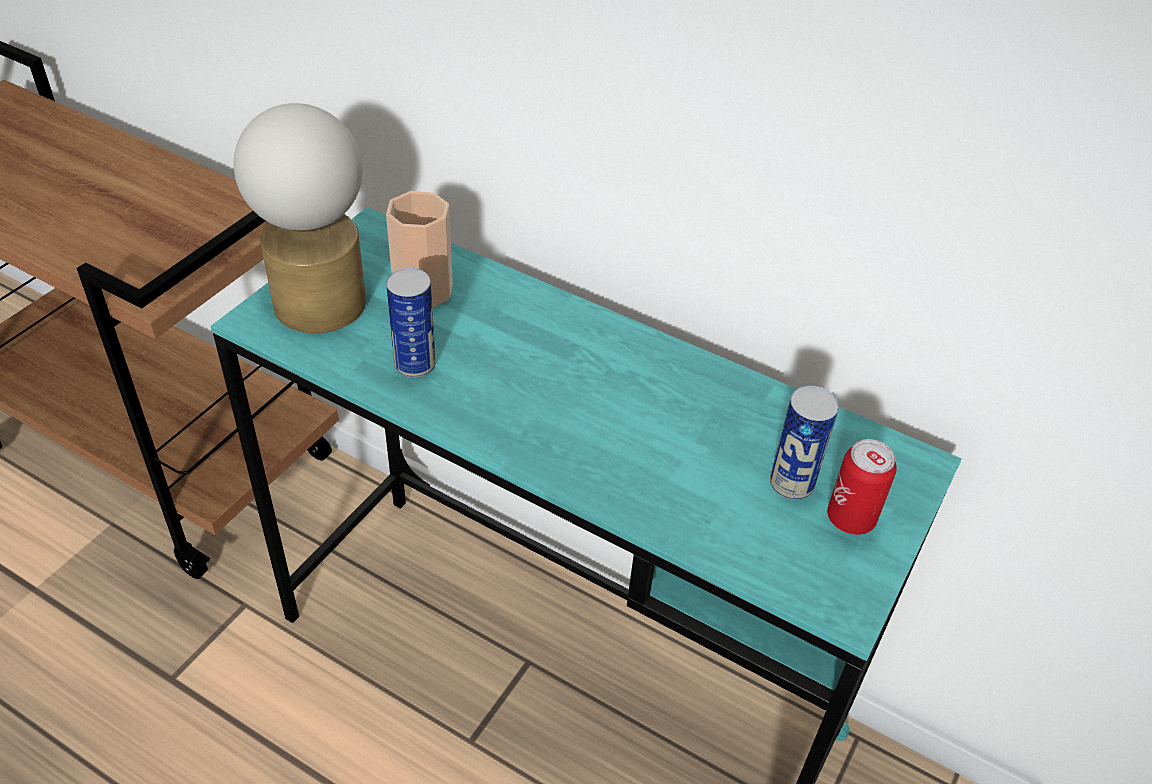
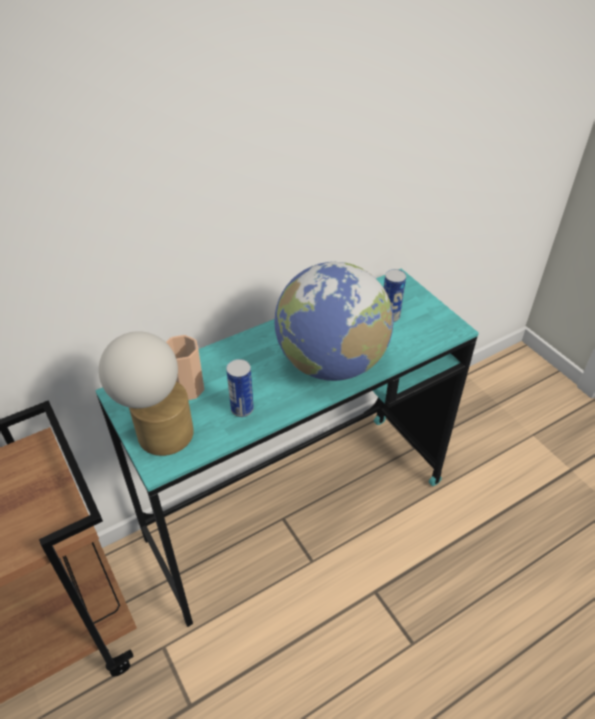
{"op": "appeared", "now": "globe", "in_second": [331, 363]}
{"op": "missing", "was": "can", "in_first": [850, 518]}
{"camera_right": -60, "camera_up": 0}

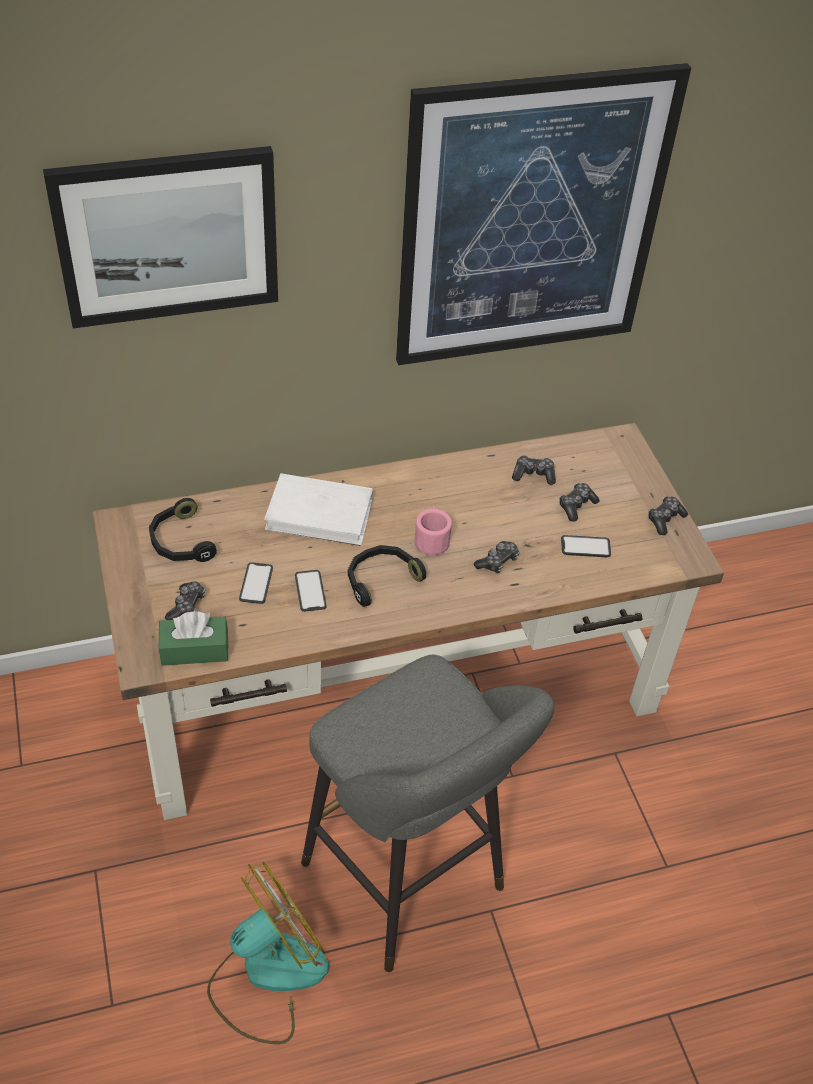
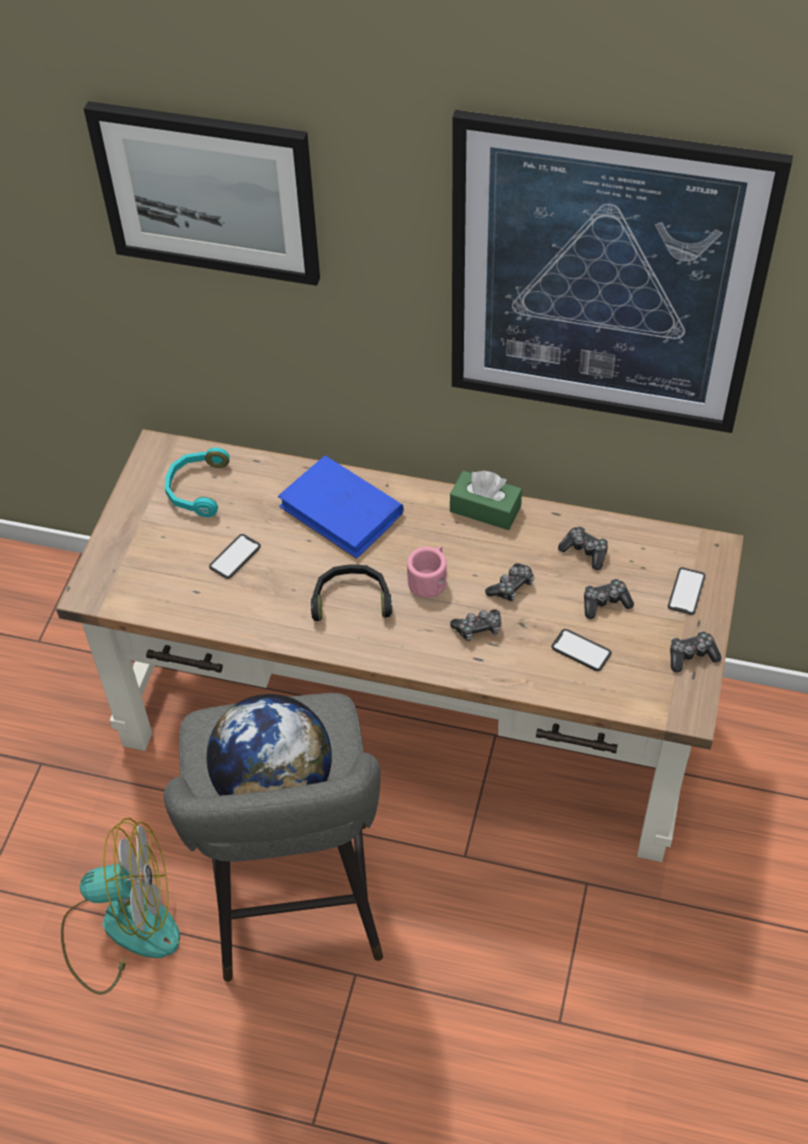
{"op": "colour", "was": "black_headphones", "now": "turquoise_headphones", "in_first": [180, 542], "in_second": [196, 489]}
{"op": "appeared", "now": "globe", "in_second": [275, 787]}
{"op": "colour", "was": "white_book", "now": "blue_book", "in_first": [320, 513], "in_second": [341, 510]}
{"op": "relocated", "was": "green_tissue_box", "in_first": [194, 649], "in_second": [485, 509]}
{"op": "relocated", "was": "game_controller", "in_first": [187, 606], "in_second": [511, 587]}
{"op": "relocated", "was": "phone", "in_first": [310, 591], "in_second": [686, 591]}
{"camera_right": 35, "camera_up": 5}

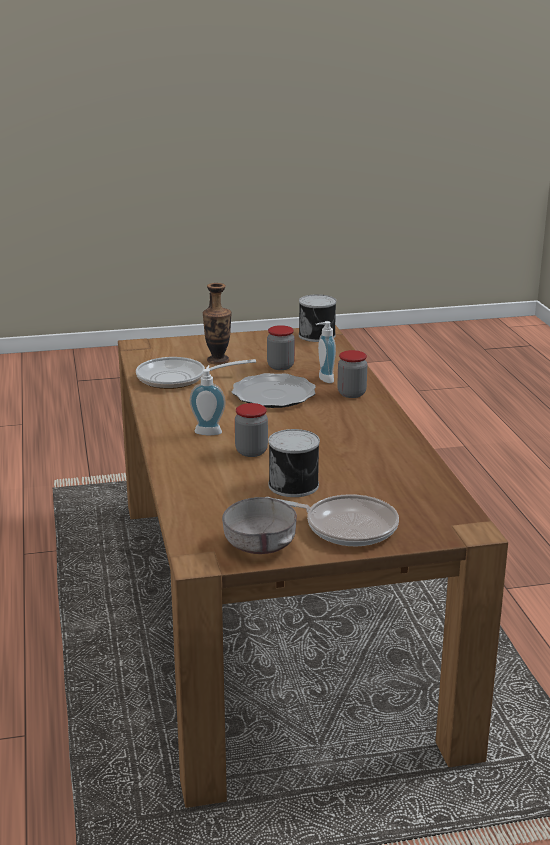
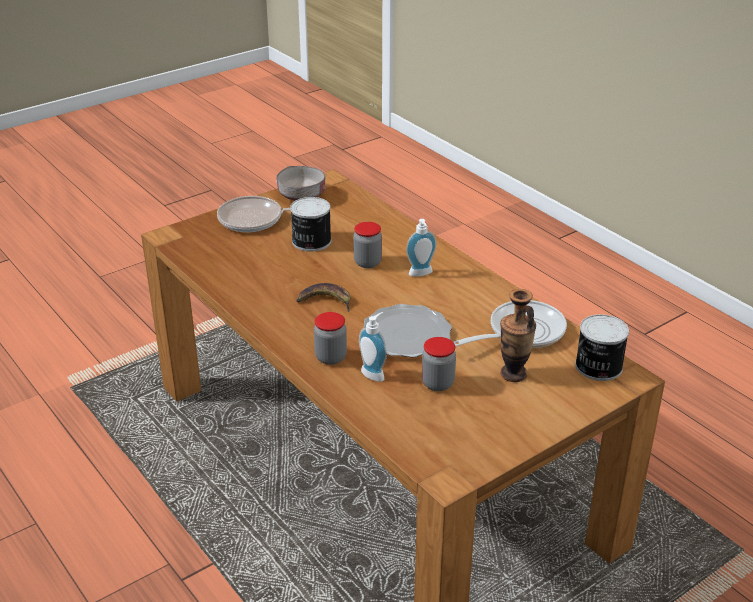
{"op": "appeared", "now": "banana", "in_second": [325, 301]}
{"op": "relocated", "was": "can", "in_first": [318, 335], "in_second": [598, 367]}
{"camera_right": 155, "camera_up": 10}

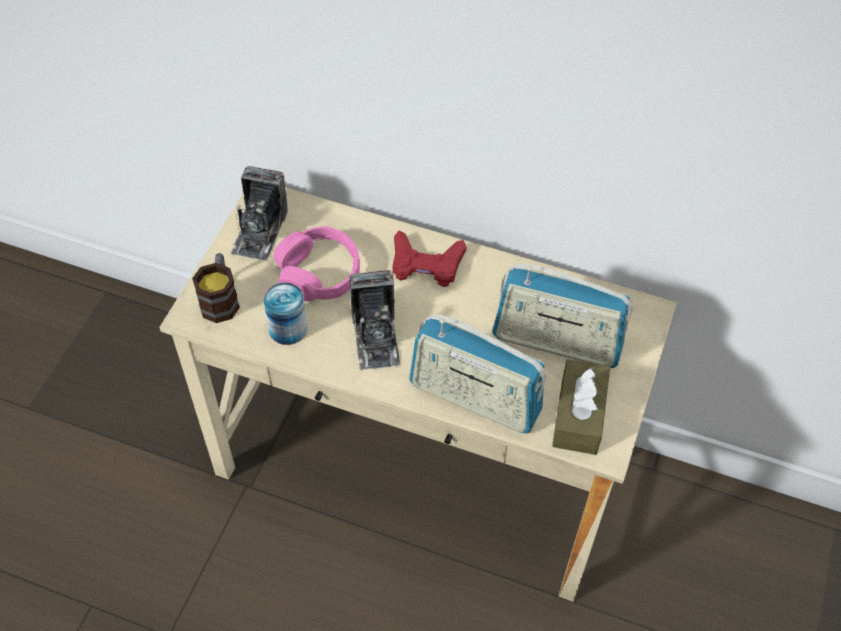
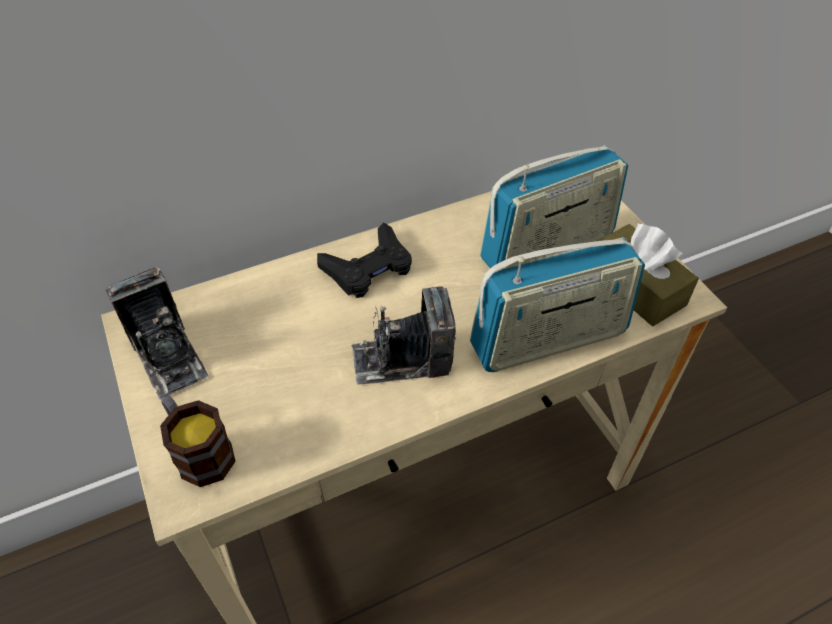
{"op": "colour", "was": "red_game_controller", "now": "black_game_controller", "in_first": [426, 264], "in_second": [368, 268]}
{"op": "spun", "was": "photo_camera", "in_first": [376, 337], "in_second": [402, 359], "clockwise": 135}
{"op": "missing", "was": "can", "in_first": [288, 328]}
{"op": "missing", "was": "pink_headphones", "in_first": [318, 273]}
{"camera_right": -45, "camera_up": -5}

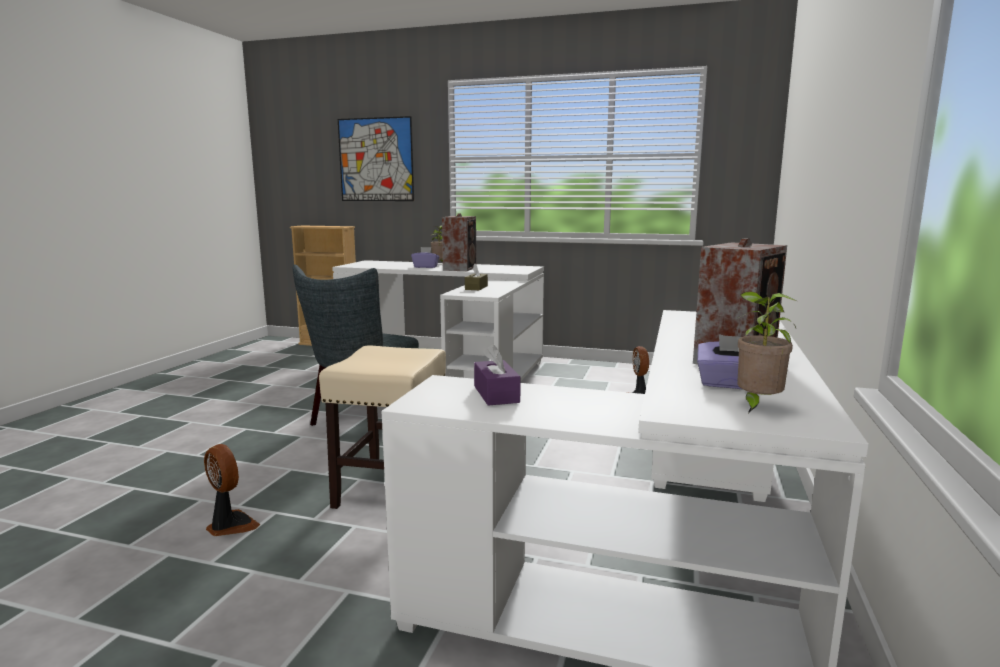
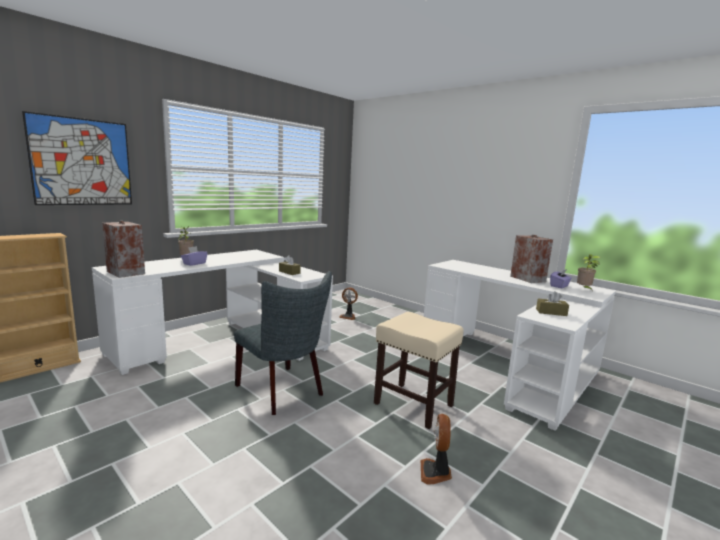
{"op": "relocated", "was": "speaker", "in_first": [460, 268], "in_second": [126, 272]}
{"op": "spun", "was": "fan", "in_first": [230, 526], "in_second": [436, 472], "clockwise": -60}
{"op": "colour", "was": "purple_tissue_box", "now": "brown_tissue_box", "in_first": [496, 394], "in_second": [551, 312]}
{"camera_right": -65, "camera_up": 0}

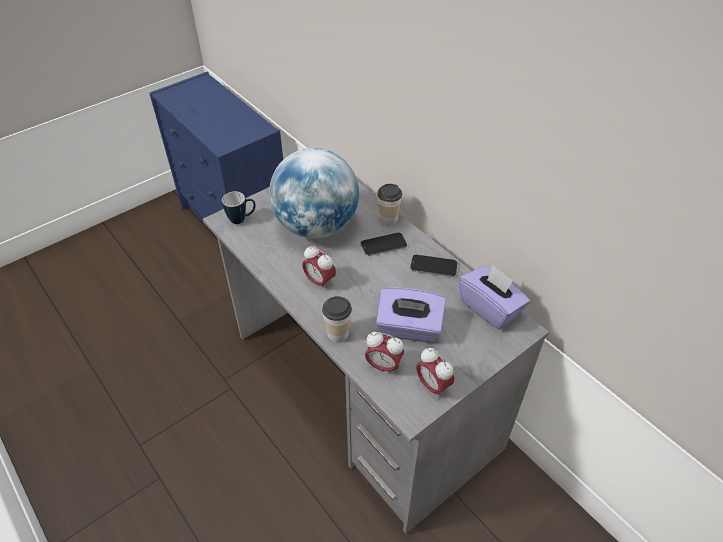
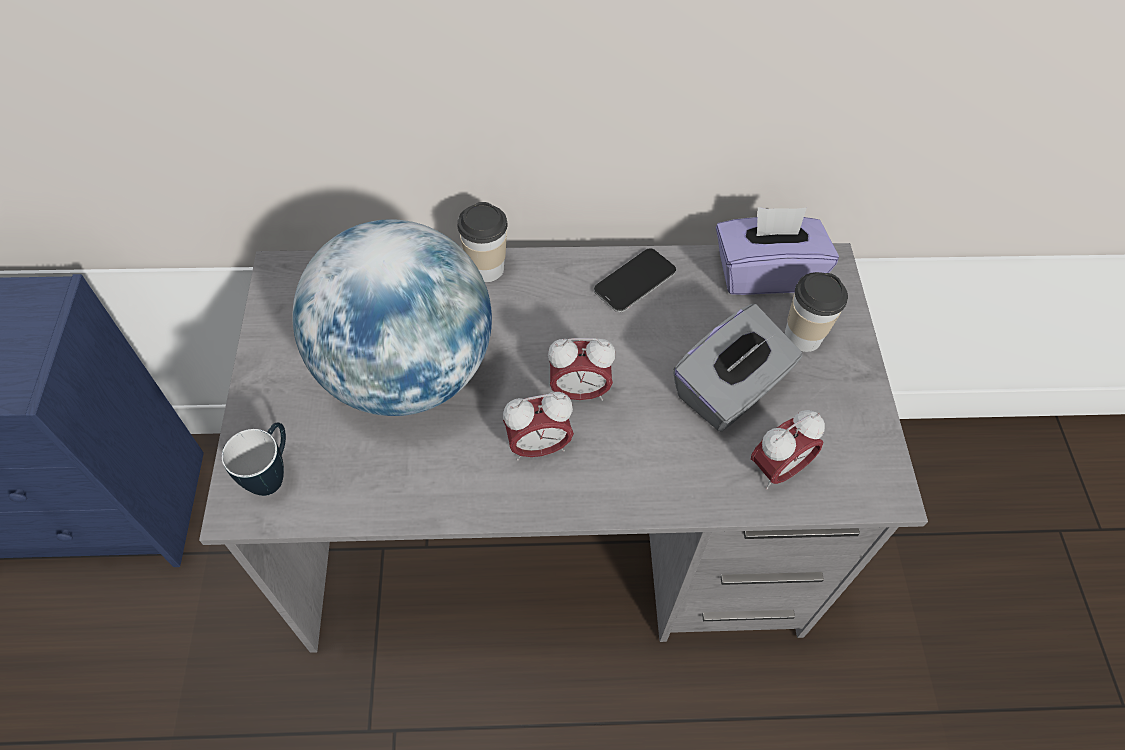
{"op": "relocated", "was": "alarm_clock", "in_first": [432, 386], "in_second": [579, 391]}
{"op": "colour", "was": "purple_tissue_box", "now": "grey_tissue_box", "in_first": [409, 328], "in_second": [730, 390]}
{"op": "relocated", "was": "cup", "in_first": [338, 334], "in_second": [802, 336]}
{"op": "missing", "was": "phone", "in_first": [383, 245]}
{"camera_right": -55, "camera_up": 10}

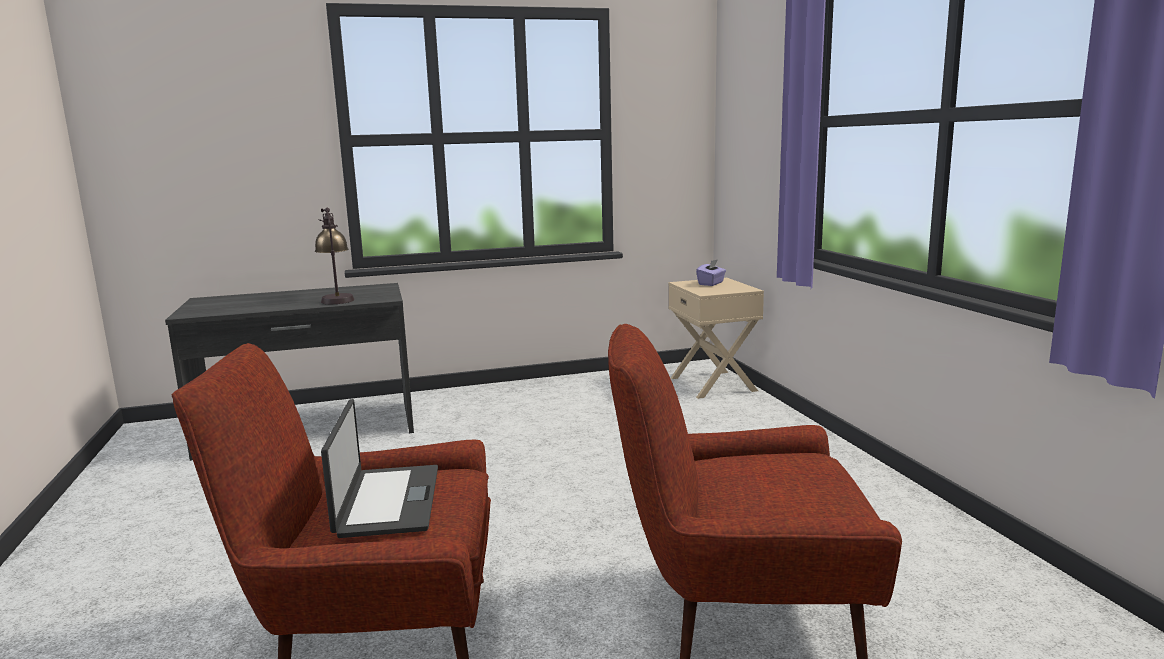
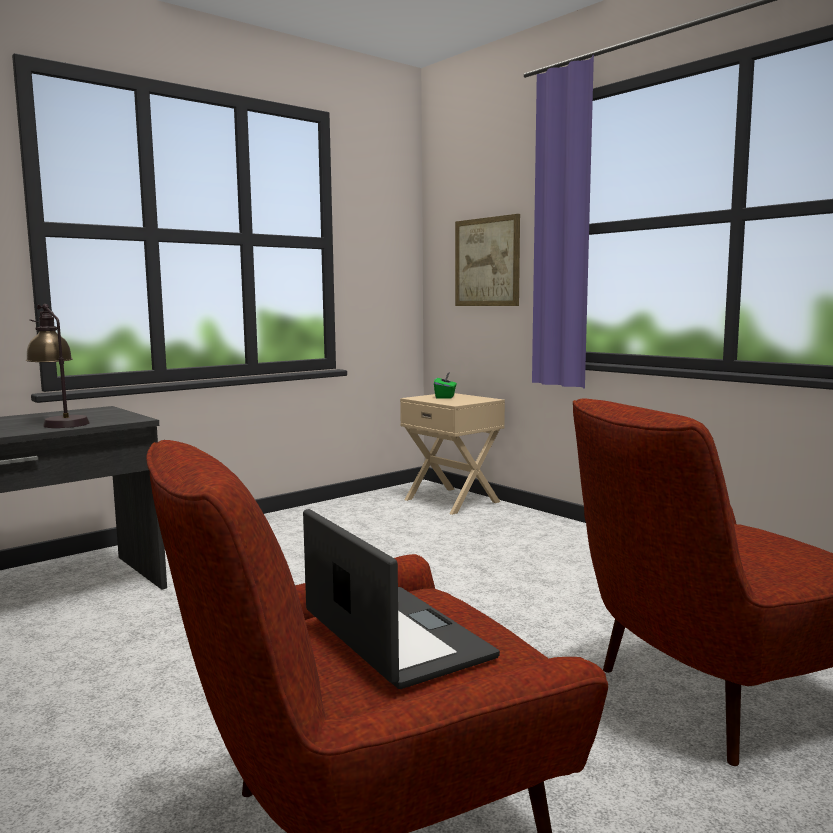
{"op": "colour", "was": "purple_tissue_box", "now": "green_tissue_box", "in_first": [711, 283], "in_second": [445, 397]}
{"op": "appeared", "now": "picture", "in_second": [487, 262]}
{"camera_right": -25, "camera_up": -5}

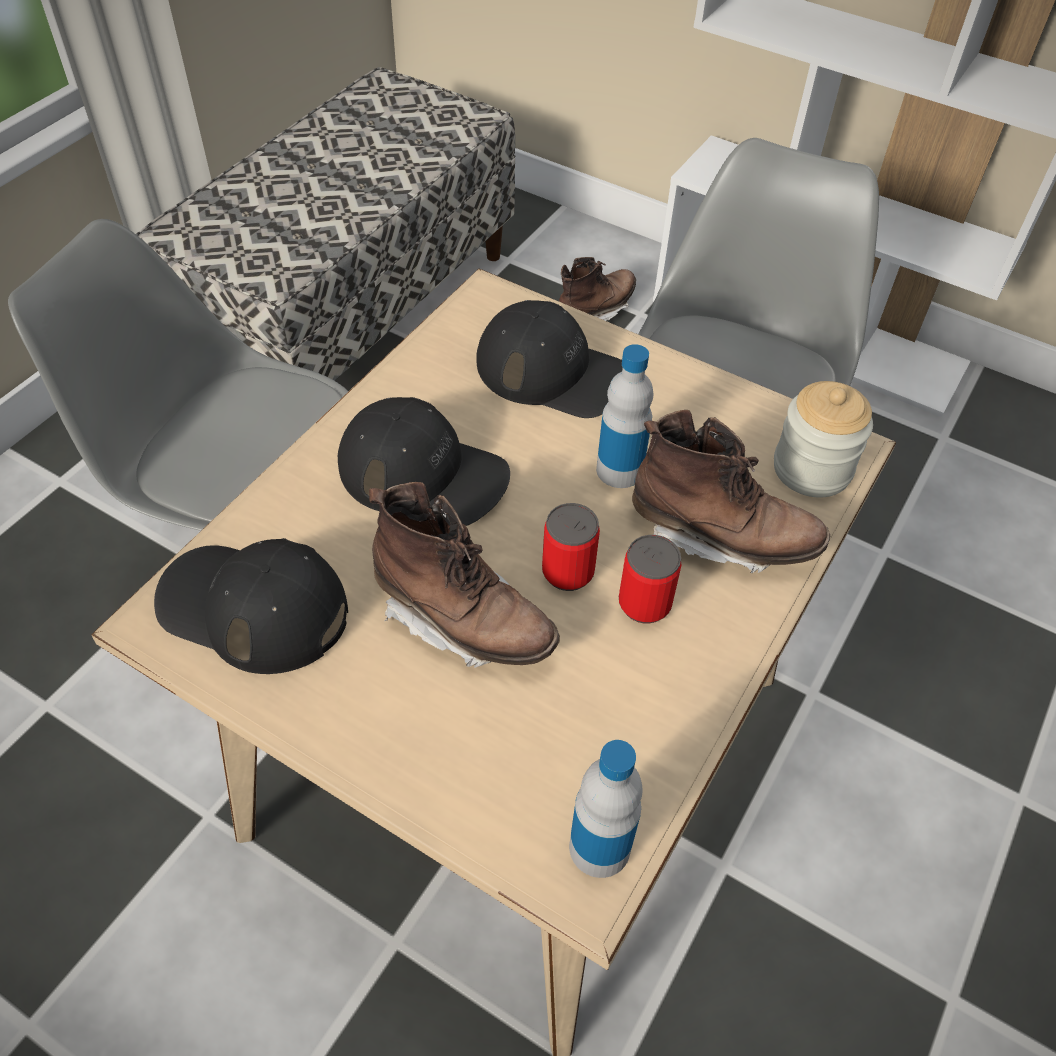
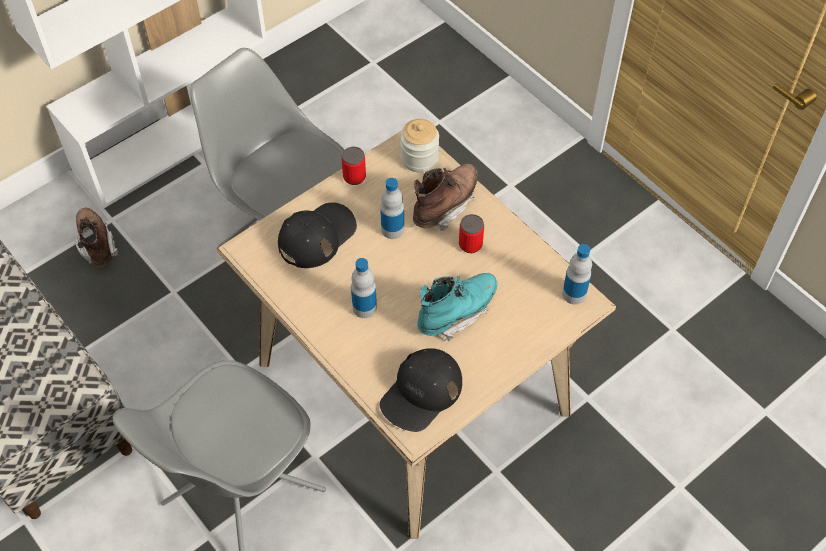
{"op": "relocated", "was": "can", "in_first": [568, 572], "in_second": [354, 177]}
{"op": "exchanged", "was": "black_cap", "now": "bottle", "in_first": [424, 473], "in_second": [364, 308]}
{"op": "colour", "was": "brown_boot", "now": "turquoise_boot", "in_first": [462, 620], "in_second": [456, 312]}
{"camera_right": -70, "camera_up": 5}

